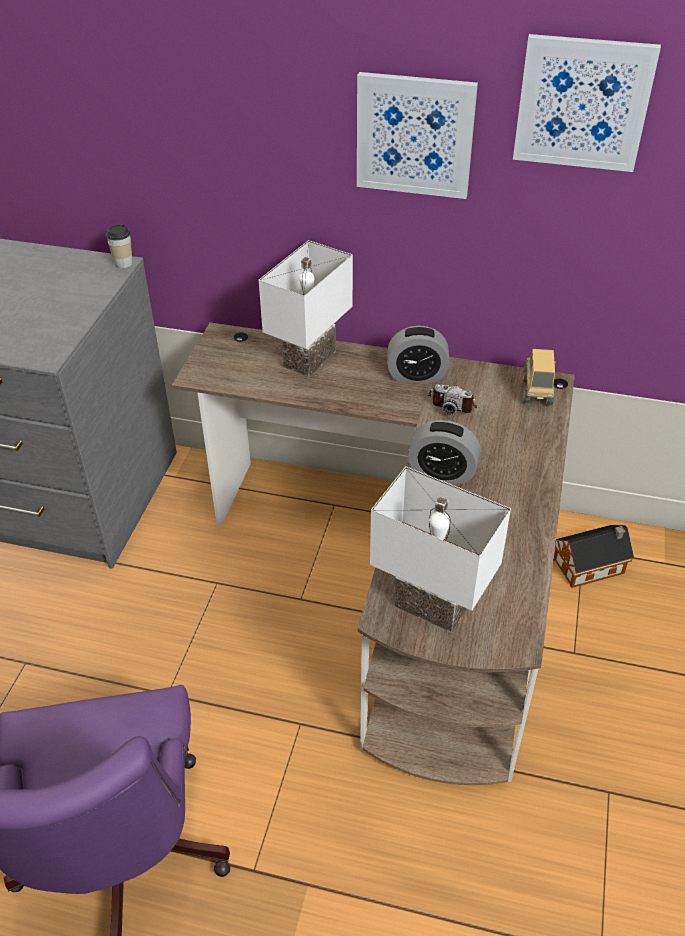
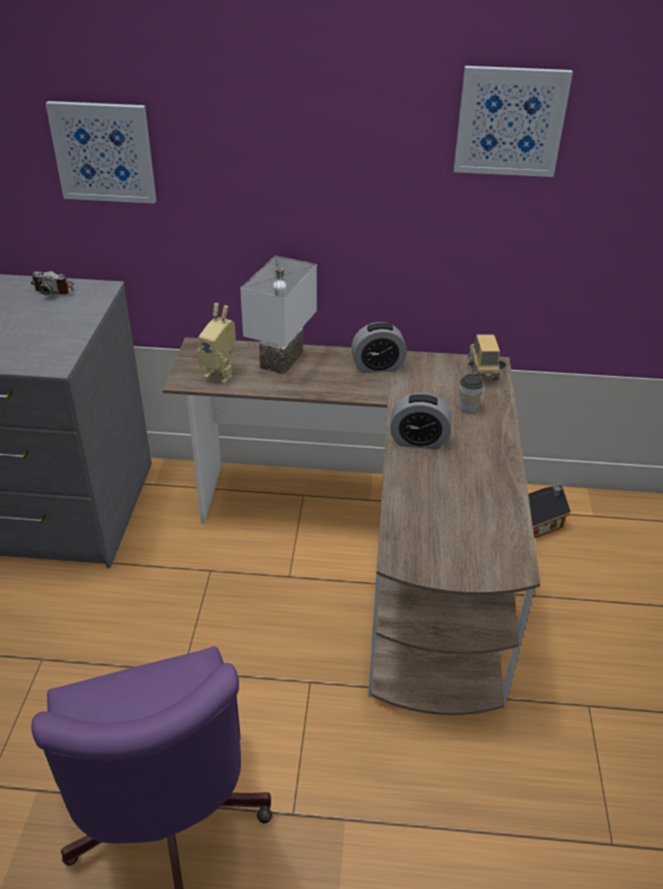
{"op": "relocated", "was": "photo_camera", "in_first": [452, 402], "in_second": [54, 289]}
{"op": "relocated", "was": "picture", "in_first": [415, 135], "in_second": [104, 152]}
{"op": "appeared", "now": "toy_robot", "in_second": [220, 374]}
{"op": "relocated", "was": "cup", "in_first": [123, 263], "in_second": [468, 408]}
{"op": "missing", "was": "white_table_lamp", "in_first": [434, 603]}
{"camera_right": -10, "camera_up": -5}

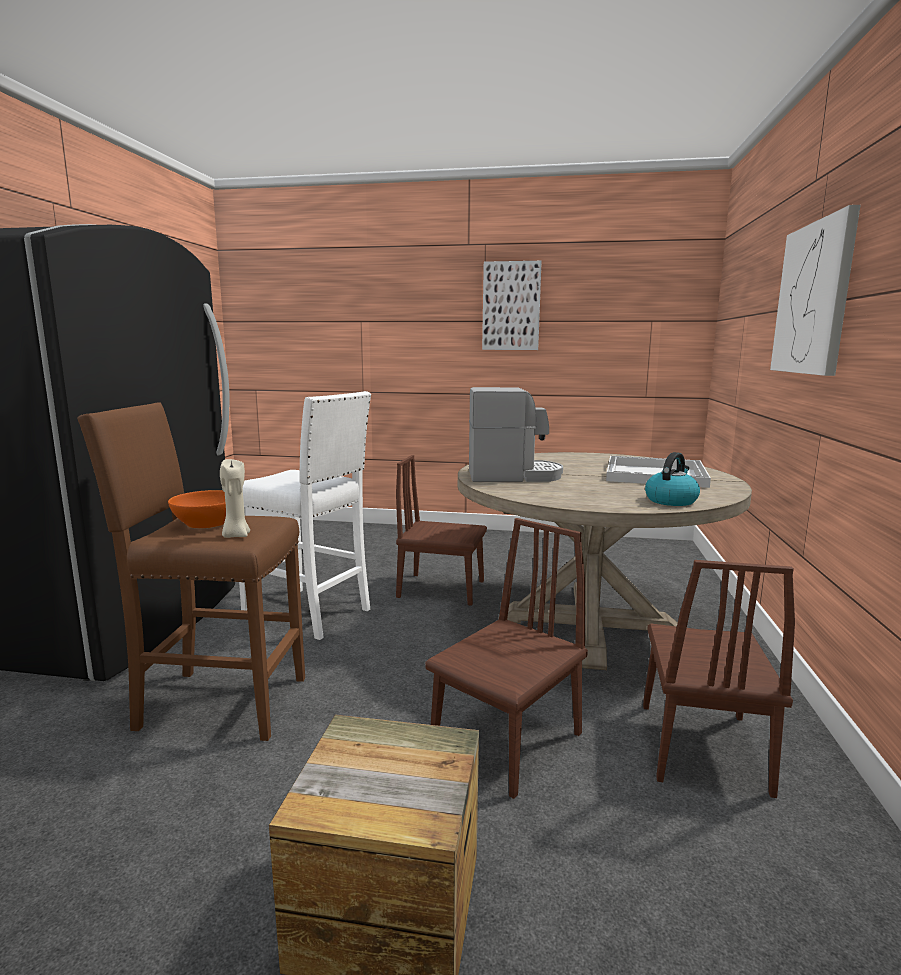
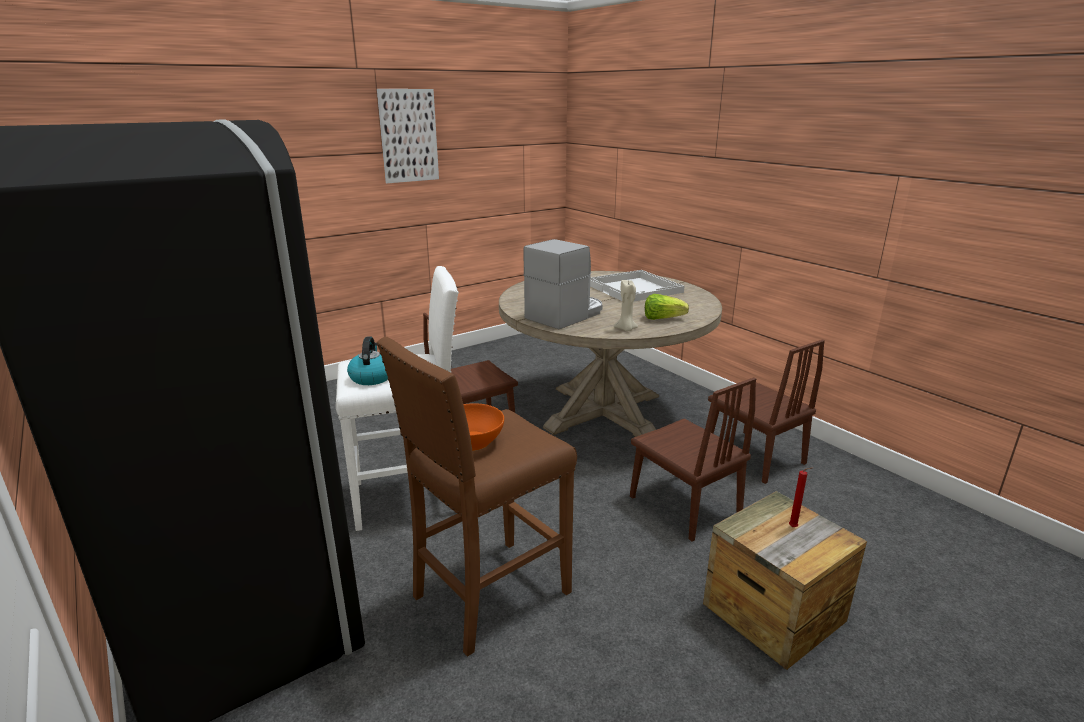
{"op": "relocated", "was": "kettle", "in_first": [671, 500], "in_second": [371, 377]}
{"op": "relocated", "was": "beige_candle", "in_first": [236, 535], "in_second": [626, 329]}
{"op": "spun", "was": "brown_chair", "in_first": [507, 741], "in_second": [684, 505], "clockwise": 150}
{"op": "appeared", "now": "lettuce", "in_second": [662, 319]}
{"op": "appeared", "now": "red_candle", "in_second": [794, 527]}
{"op": "missing", "was": "picture", "in_first": [813, 299]}
{"camera_right": -45, "camera_up": 10}

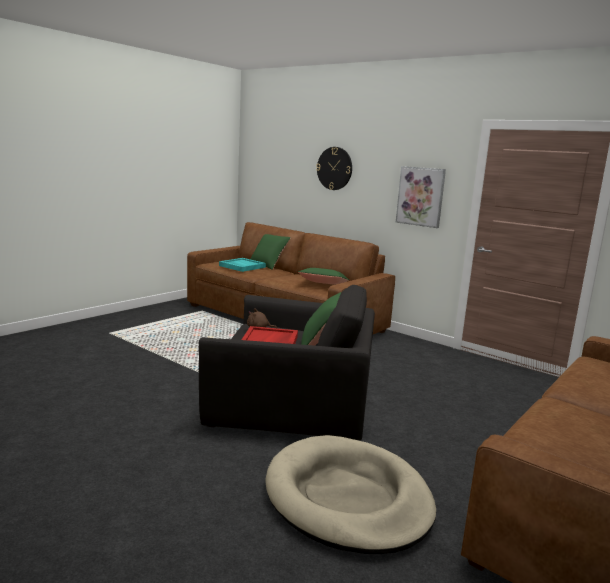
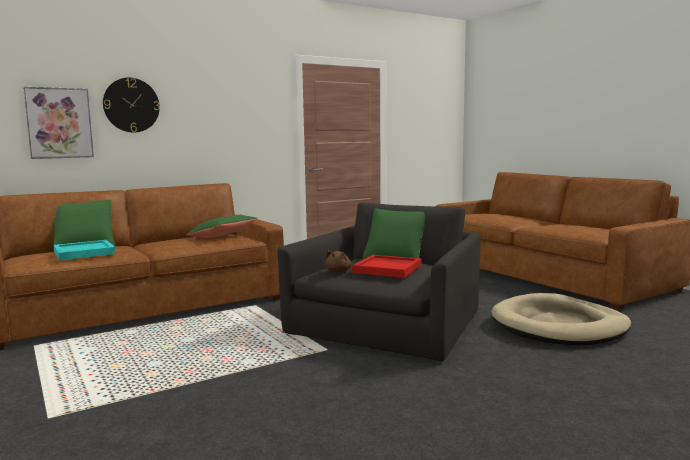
{"op": "relocated", "was": "picture", "in_first": [420, 196], "in_second": [59, 123]}
{"camera_right": -70, "camera_up": -5}

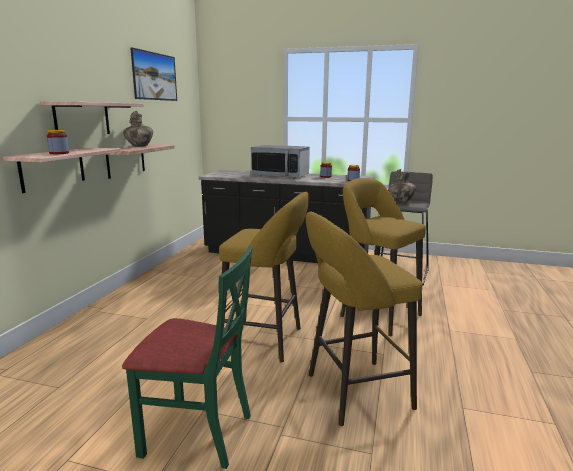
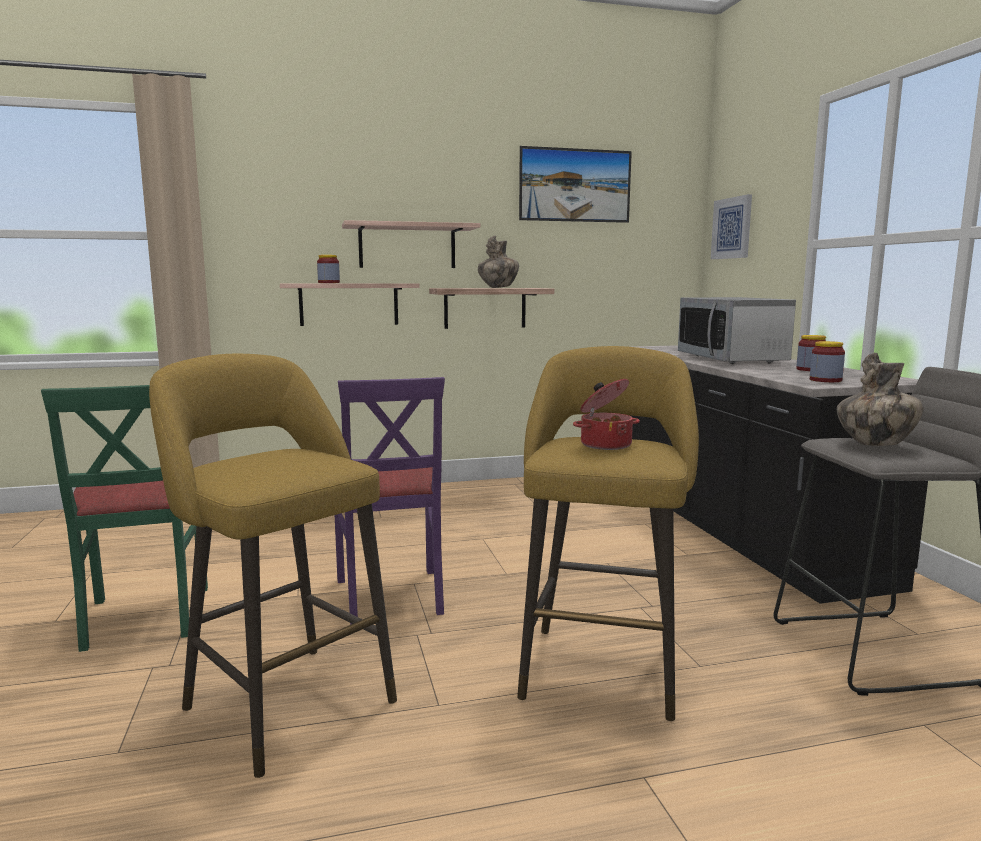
{"op": "exchanged", "was": "yellow_stool", "now": "purple_chair", "in_first": [266, 340], "in_second": [391, 595]}
{"op": "appeared", "now": "cooking_pot", "in_second": [605, 444]}
{"op": "appeared", "now": "picture", "in_second": [732, 228]}
{"camera_right": 60, "camera_up": -5}

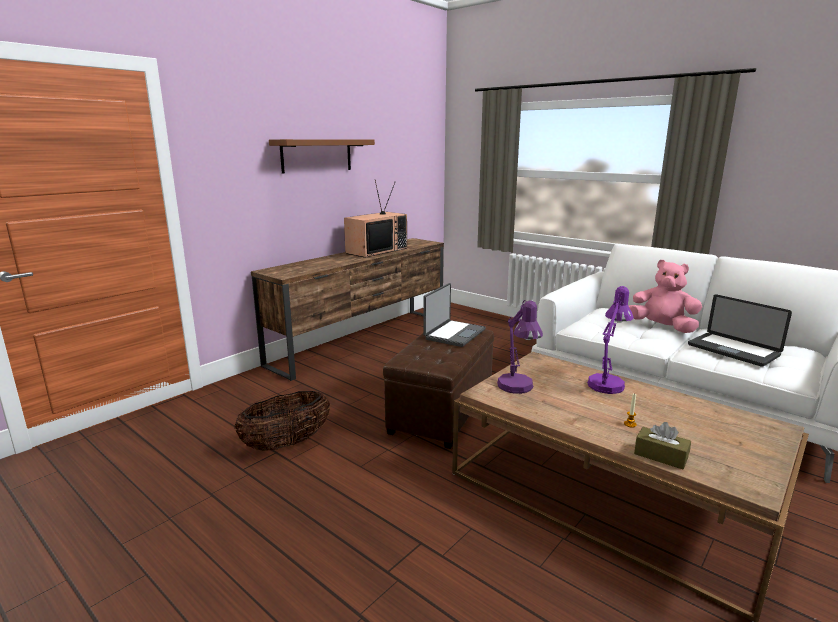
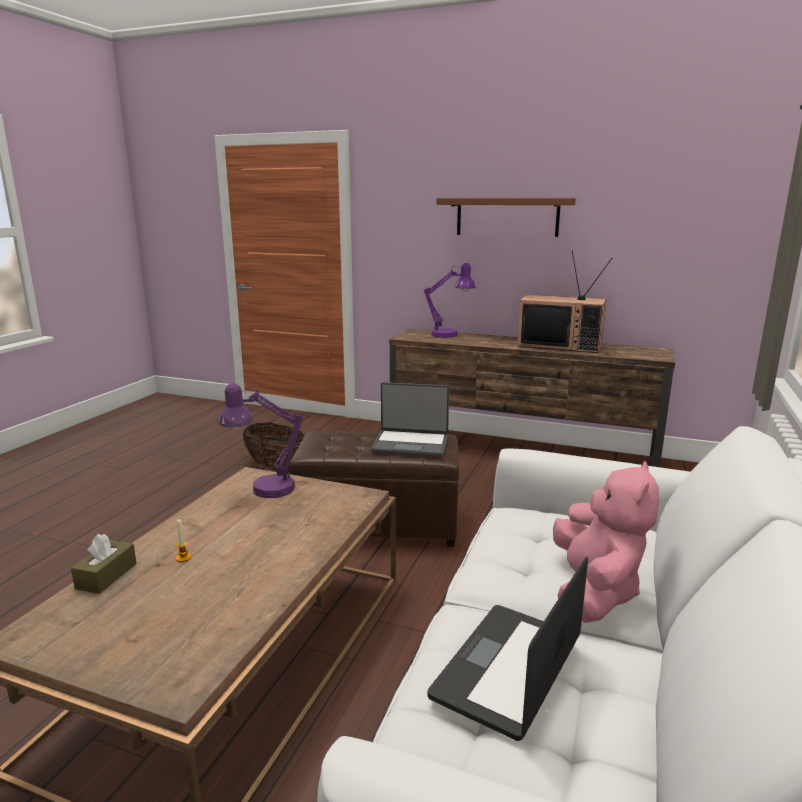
{"op": "relocated", "was": "purple_table_lamp", "in_first": [607, 383], "in_second": [450, 335]}
{"camera_right": 70, "camera_up": 0}

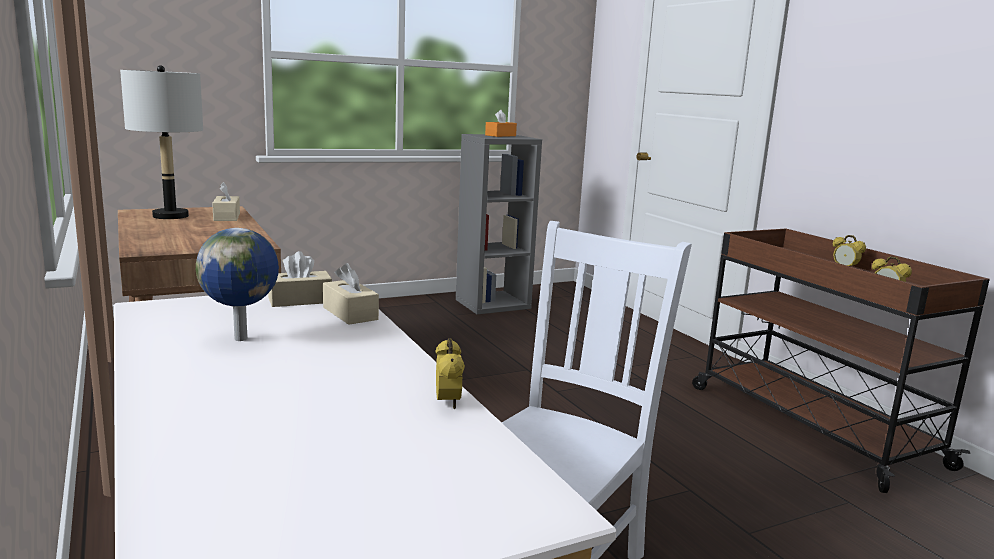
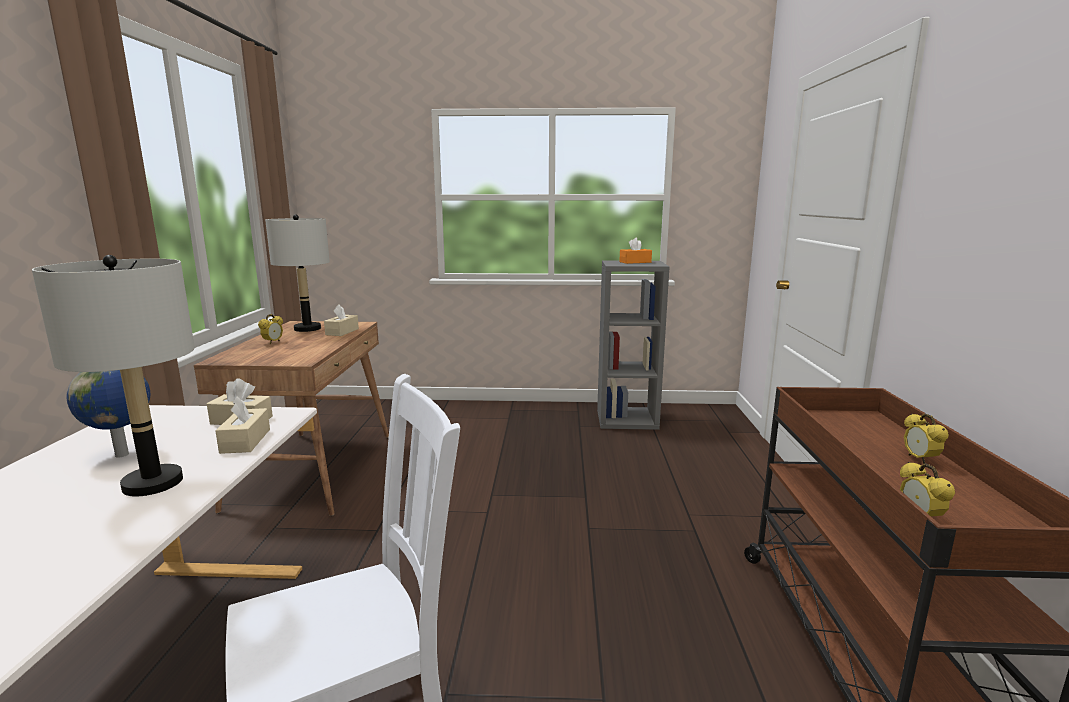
{"op": "appeared", "now": "grey_table_lamp", "in_second": [152, 483]}
{"op": "relocated", "was": "alarm_clock", "in_first": [448, 403], "in_second": [273, 342]}
{"camera_right": 30, "camera_up": 0}

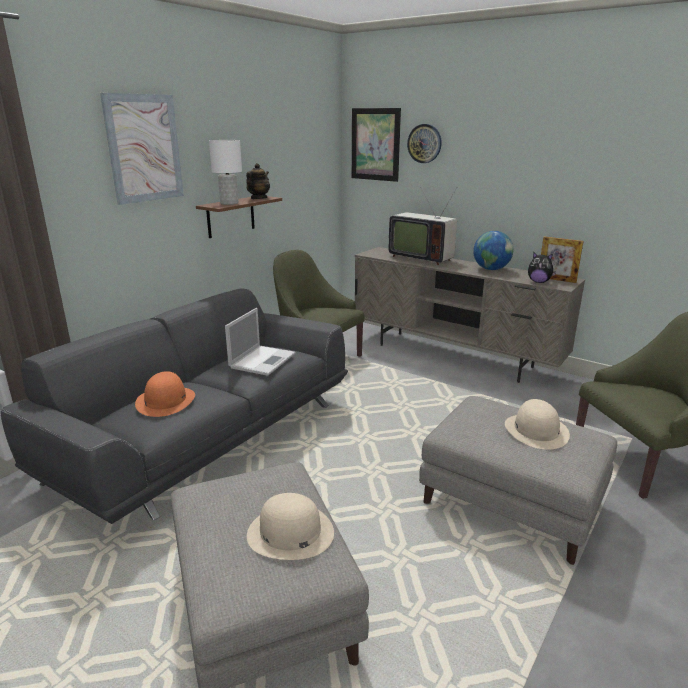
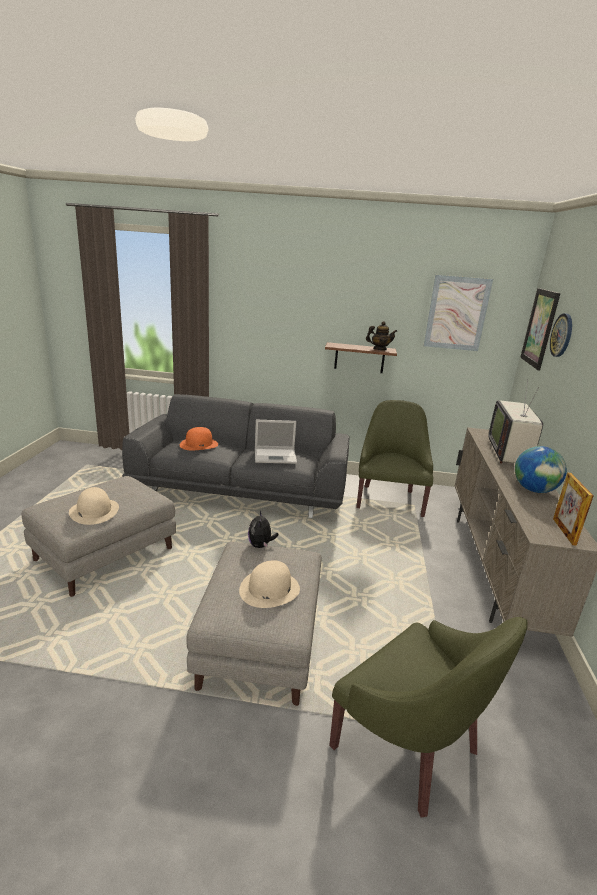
{"op": "relocated", "was": "plush_toy", "in_first": [539, 282], "in_second": [261, 545]}
{"op": "relocated", "was": "picture", "in_first": [144, 148], "in_second": [456, 313]}
{"op": "missing", "was": "white_table_lamp", "in_first": [229, 203]}
{"camera_right": 60, "camera_up": 0}

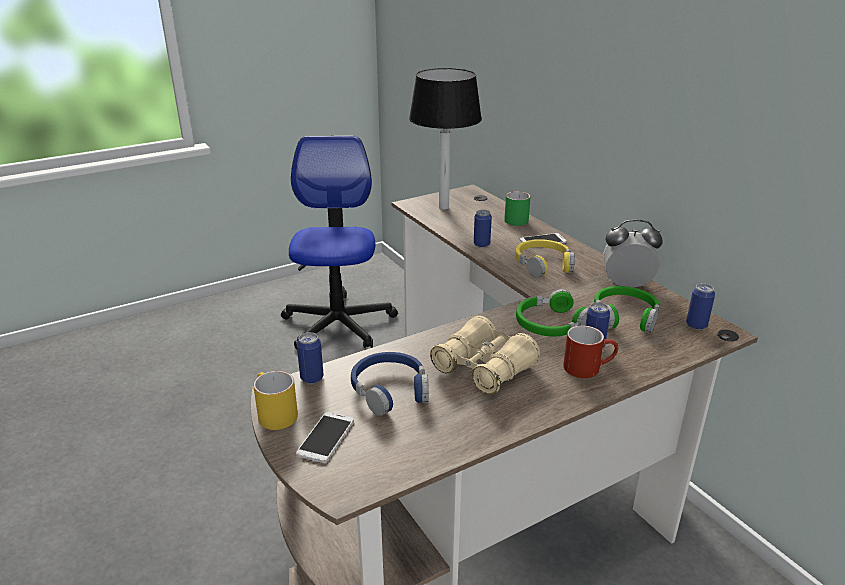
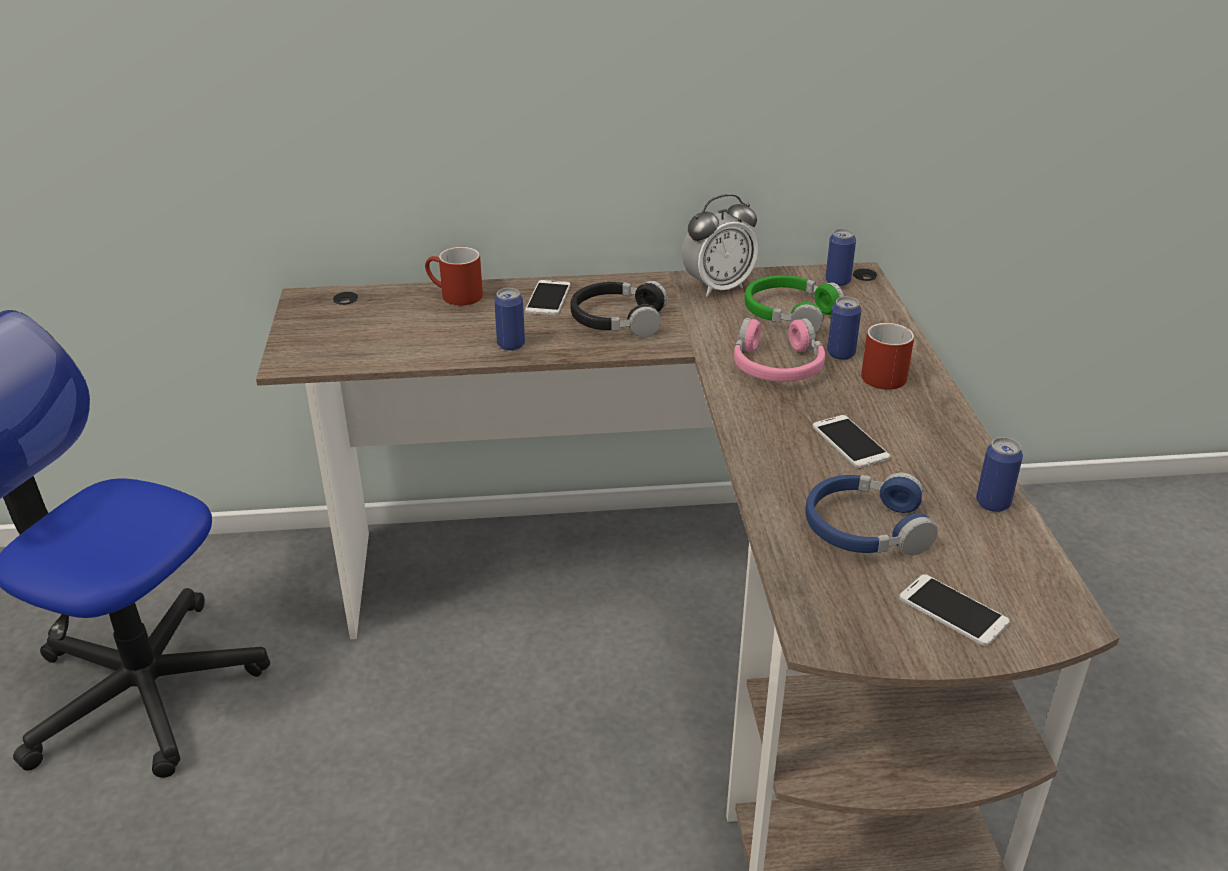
{"op": "colour", "was": "green_mug", "now": "red_mug", "in_first": [514, 219], "in_second": [454, 296]}
{"op": "colour", "was": "yellow_headphones", "now": "black_headphones", "in_first": [543, 264], "in_second": [617, 320]}
{"op": "spun", "was": "alarm_clock", "in_first": [626, 285], "in_second": [718, 287], "clockwise": -150}
{"op": "colour", "was": "green_headphones", "now": "pink_headphones", "in_first": [550, 325], "in_second": [777, 365]}
{"op": "exchanged", "was": "beige_binoculars", "now": "phone", "in_first": [483, 368], "in_second": [850, 442]}
{"op": "relocated", "was": "can", "in_first": [312, 378], "in_second": [992, 503]}
{"op": "missing", "was": "yellow_mug", "in_first": [273, 414]}
{"op": "missing", "was": "table_lamp", "in_first": [443, 207]}
{"camera_right": -65, "camera_up": 5}

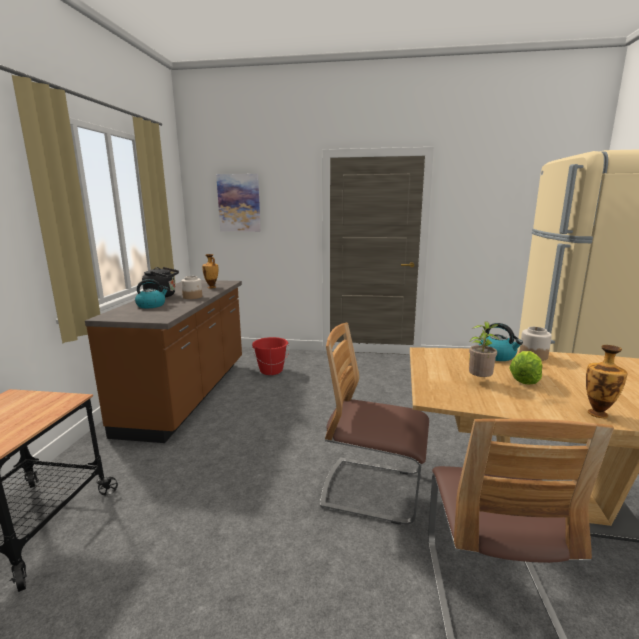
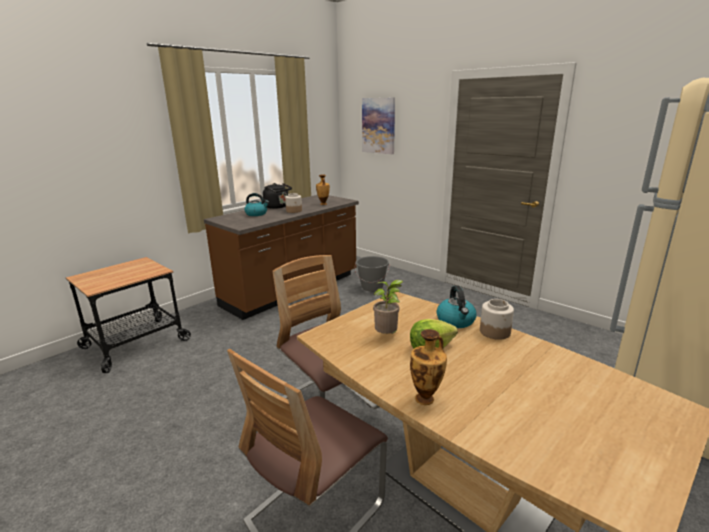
{"op": "colour", "was": "red_bucket", "now": "grey_bucket", "in_first": [271, 370], "in_second": [372, 287]}
{"camera_right": 35, "camera_up": 5}

